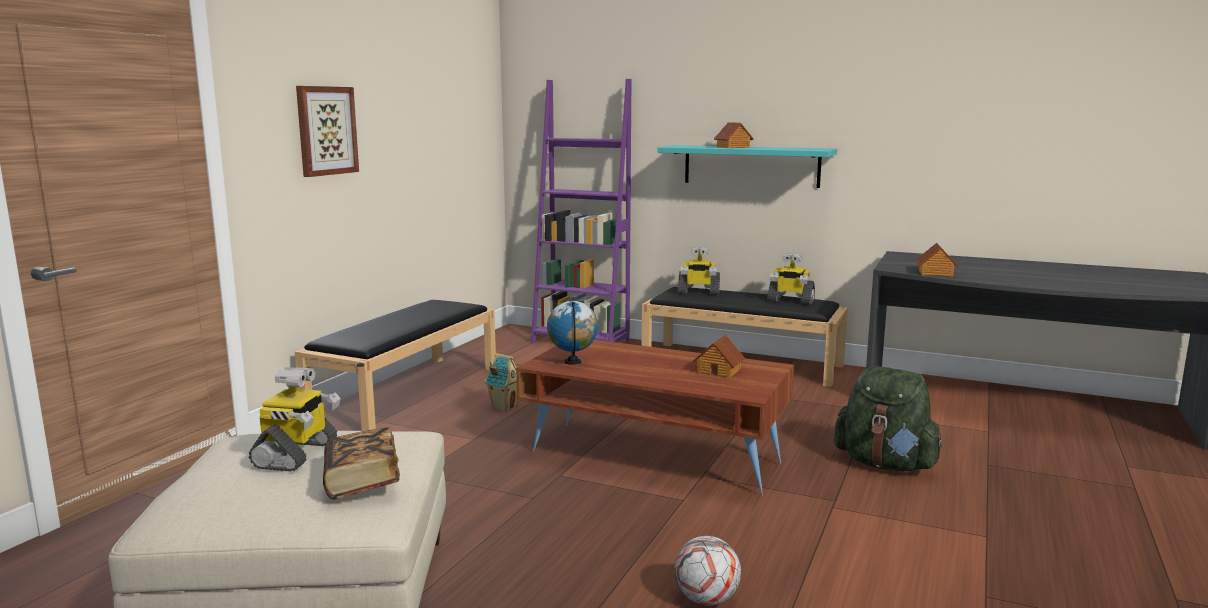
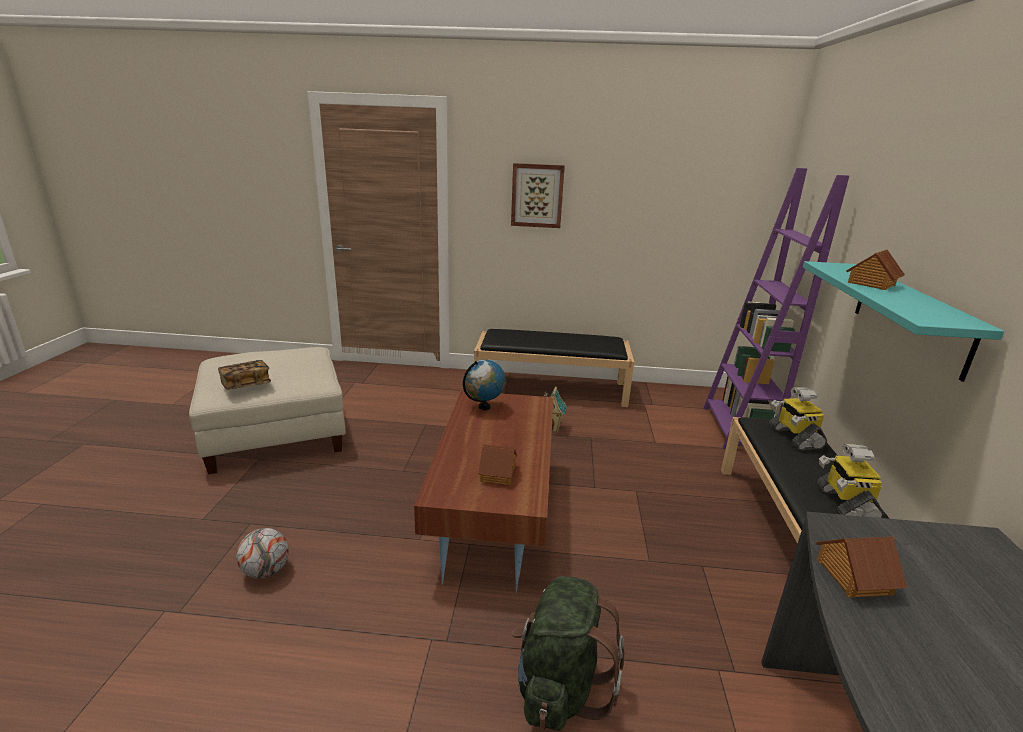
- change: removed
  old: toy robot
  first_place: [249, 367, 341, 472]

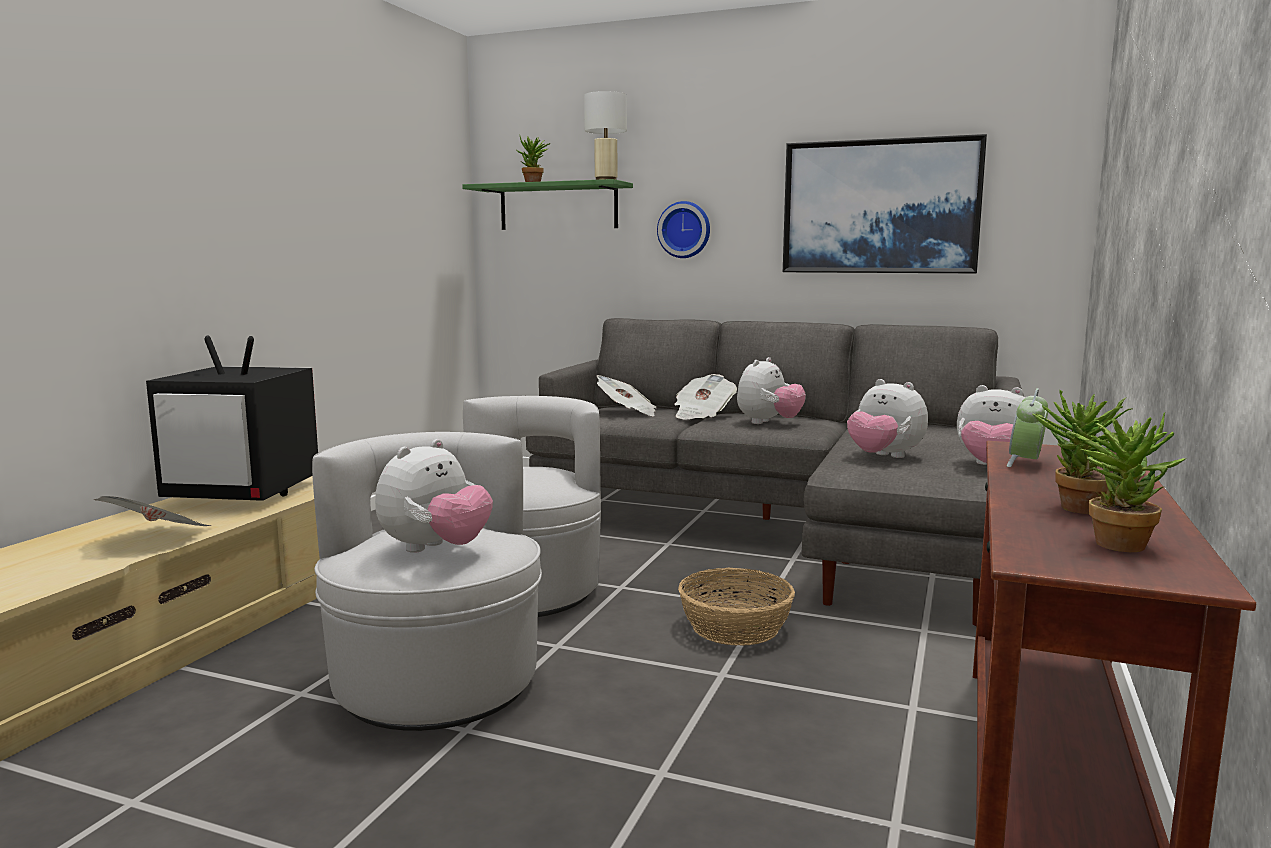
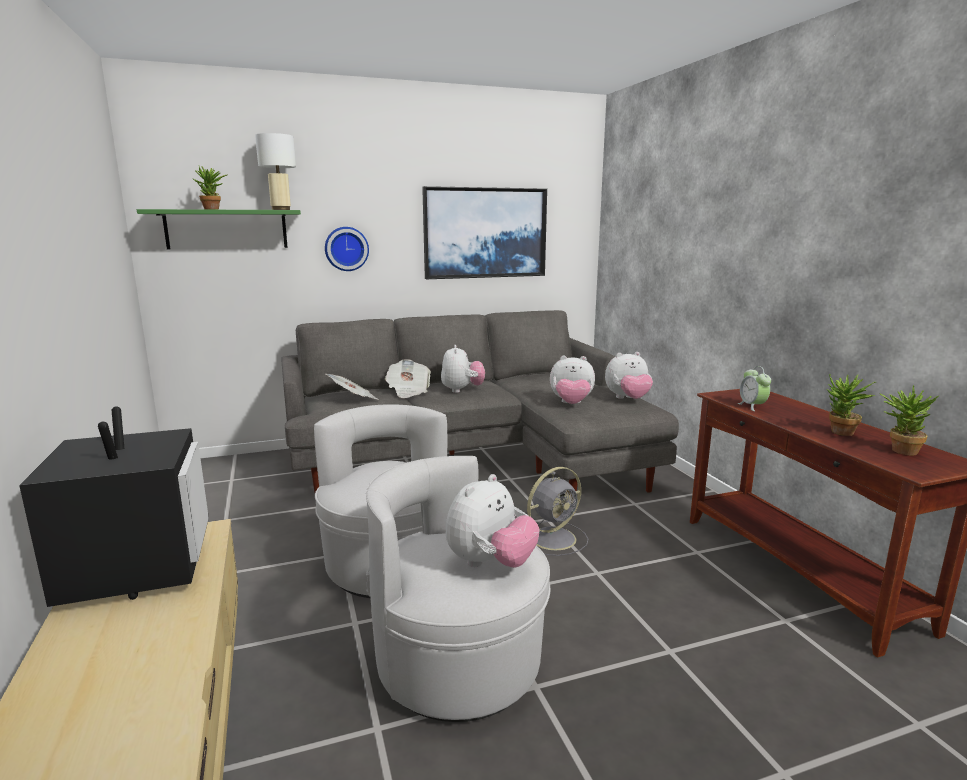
- change: turned
  old: television
  first_place: [146, 335, 318, 501]
  second_place: [19, 406, 209, 607]
  degrees: -75
- change: turned
  old: soft toy
  first_place: [375, 439, 493, 553]
  second_place: [446, 474, 540, 568]
  degrees: 45
- change: removed
  old: newspaper
  first_place: [94, 496, 211, 526]
- change: replaced
  old: storage basket
  new: greyish cooling fan
  first_place: [678, 568, 795, 646]
  second_place: [527, 467, 588, 556]

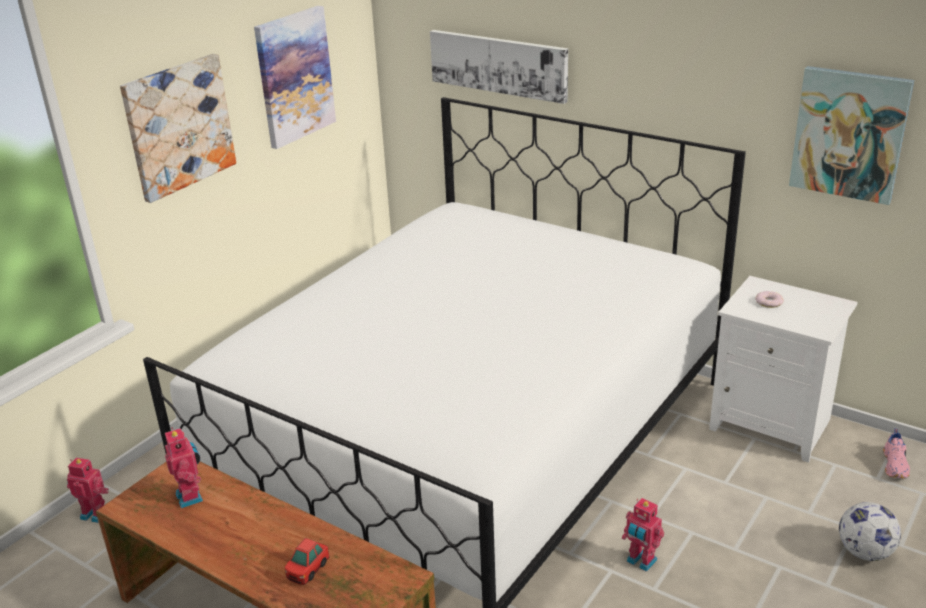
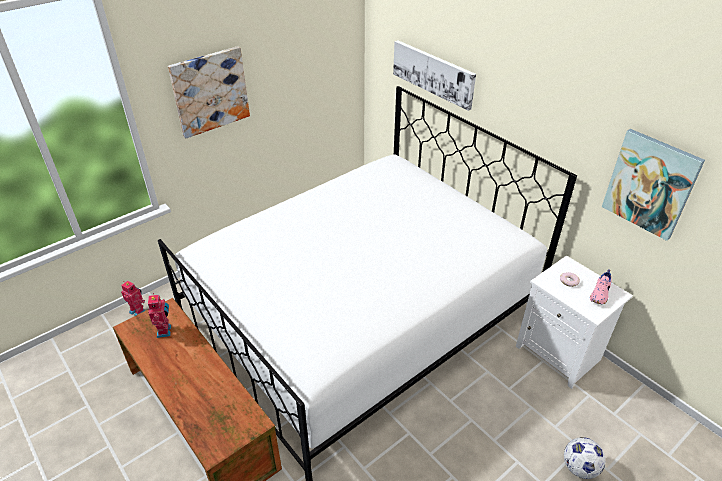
- change: removed
  old: wall art
  first_place: [254, 6, 336, 149]
- change: moved
  old: pinkish item of footwear
  first_place: [883, 428, 910, 478]
  second_place: [590, 269, 612, 304]
- change: removed
  old: toy robot
  first_place: [622, 498, 664, 572]
- change: removed
  old: model car
  first_place: [285, 538, 329, 585]

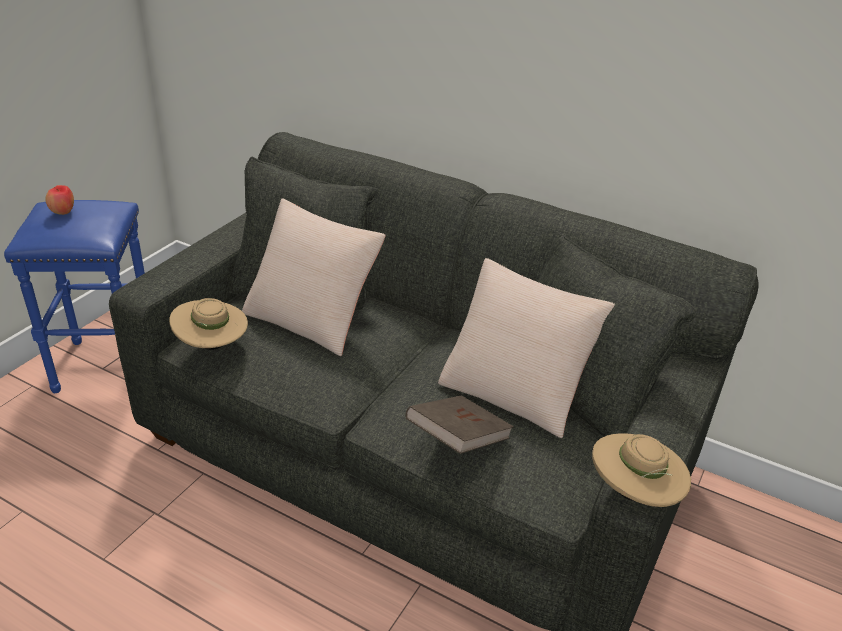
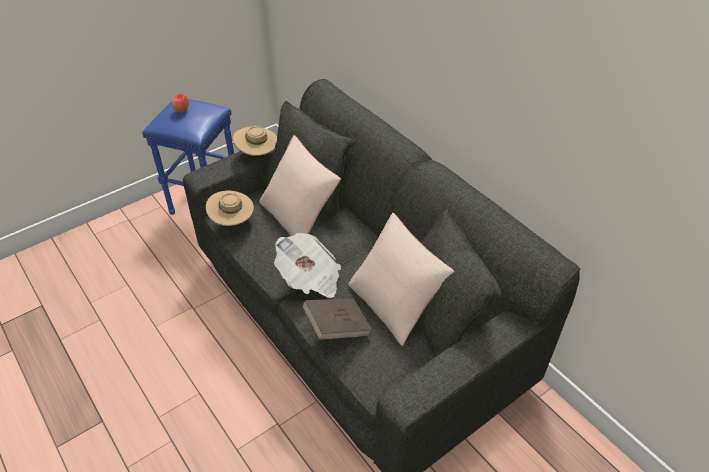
- change: moved
  old: sand-coloured wearable hat
  first_place: [592, 433, 691, 507]
  second_place: [233, 126, 277, 157]
- change: added
  new: newspaper
  second_place: [274, 233, 341, 298]

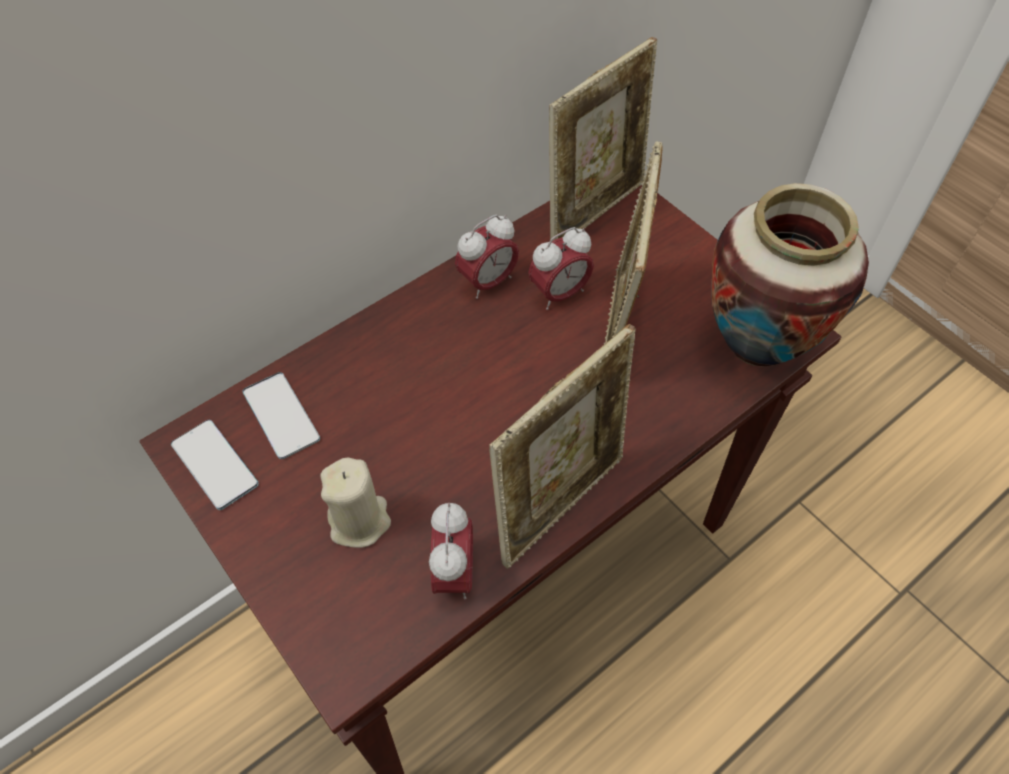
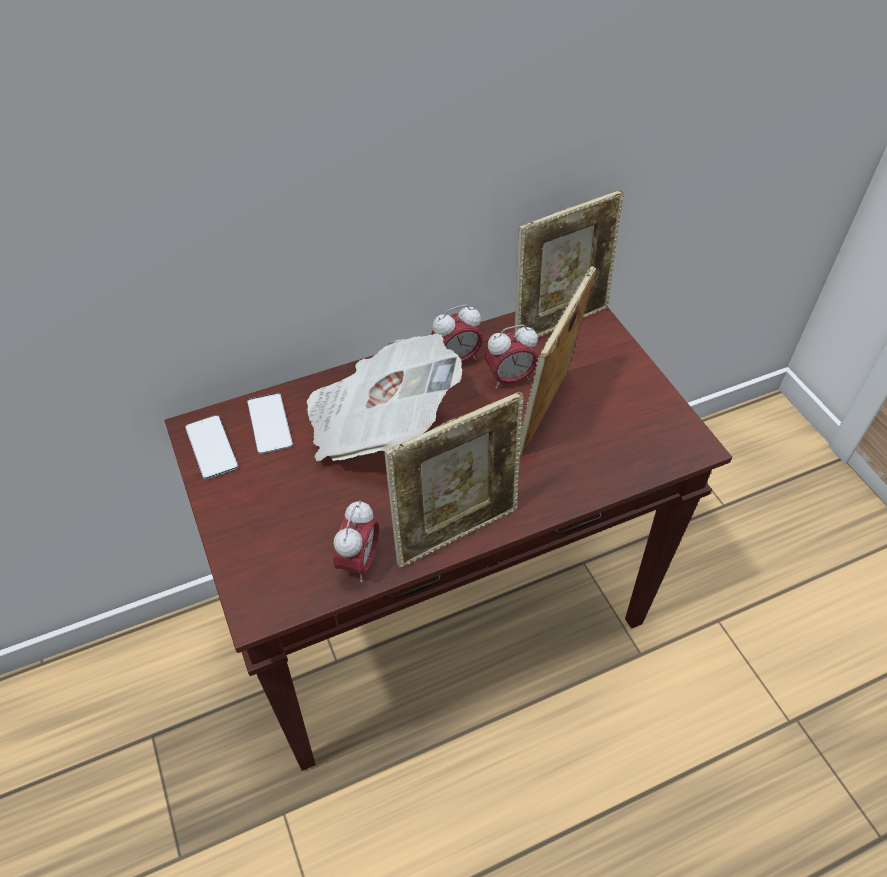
- change: removed
  old: vase
  first_place: [711, 183, 869, 367]
- change: removed
  old: sand-coloured wax candle
  first_place: [320, 457, 391, 548]
- change: added
  new: newspaper
  second_place: [307, 333, 462, 461]

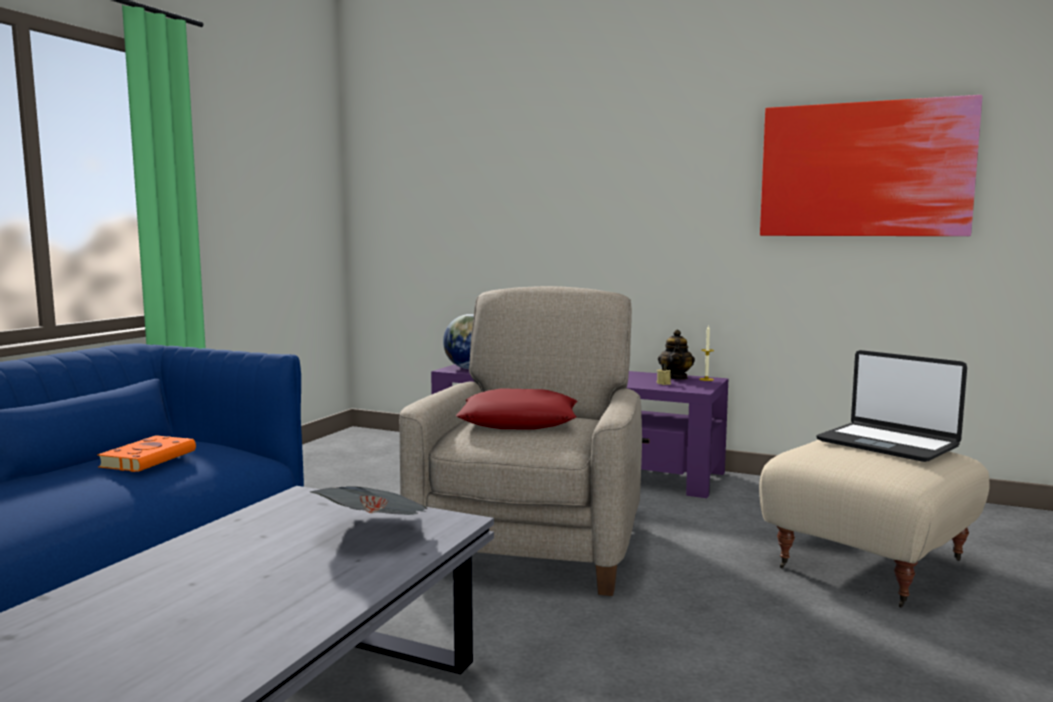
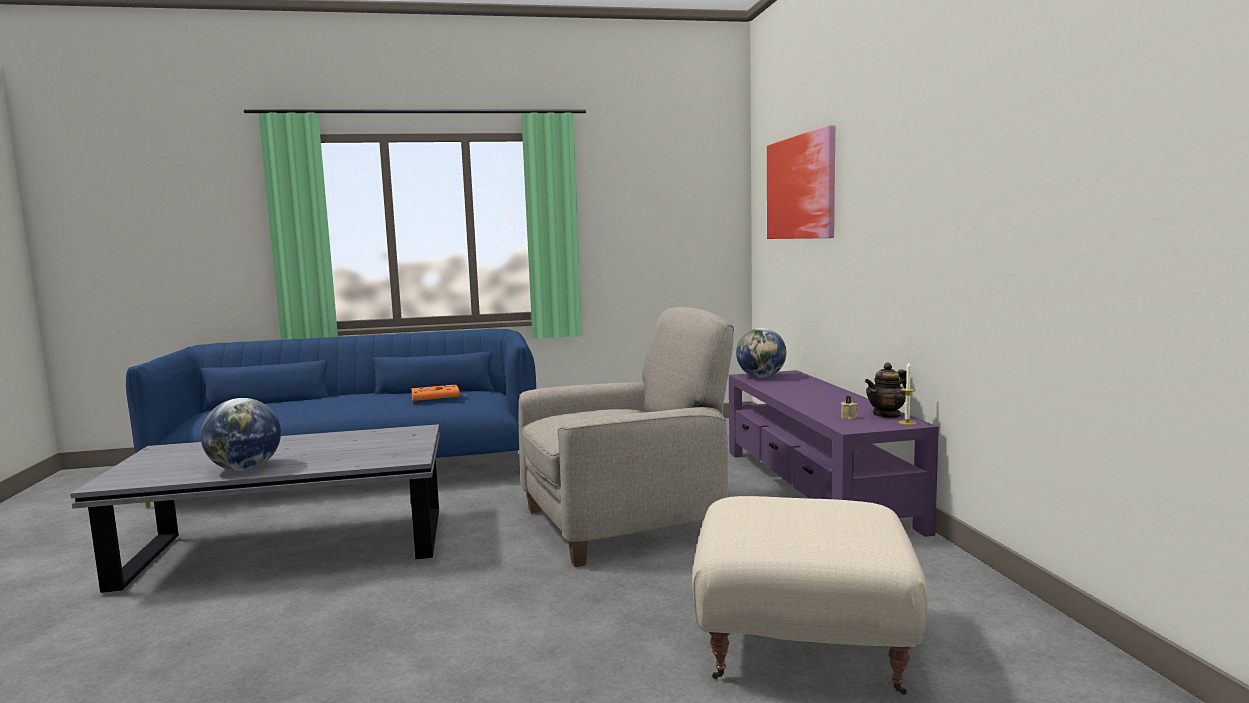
- change: moved
  old: wall art
  first_place: [760, 95, 982, 236]
  second_place: [767, 125, 836, 239]
- change: removed
  old: portable computer
  first_place: [816, 350, 967, 462]
- change: removed
  old: red-coloured pillow
  first_place: [456, 388, 577, 429]
- change: removed
  old: newspaper
  first_place: [310, 486, 428, 515]
- change: added
  new: desk globe
  second_place: [201, 398, 281, 471]

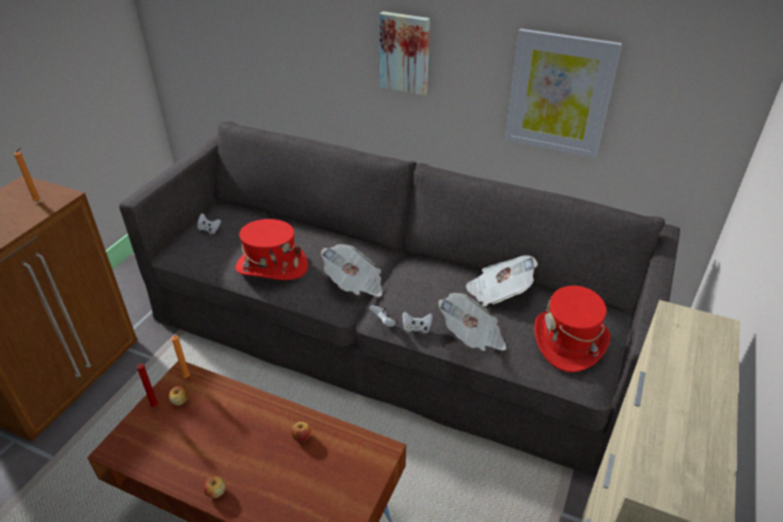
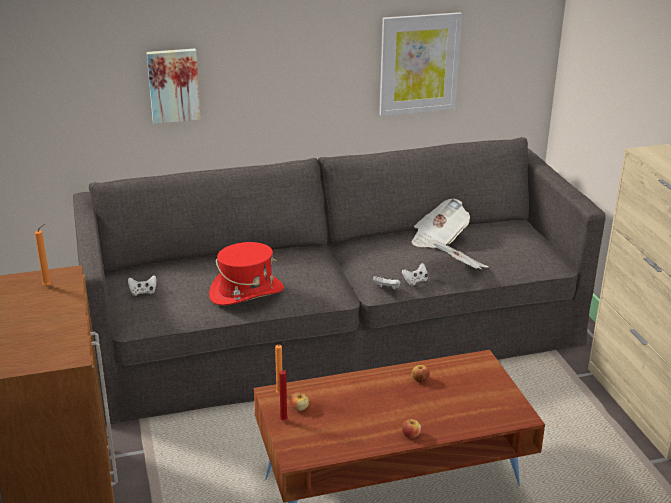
- change: moved
  old: wall art
  first_place: [379, 11, 430, 95]
  second_place: [146, 48, 201, 124]
- change: removed
  old: newspaper
  first_place: [321, 244, 382, 297]
- change: removed
  old: red-coloured wearable hat
  first_place: [534, 286, 610, 372]

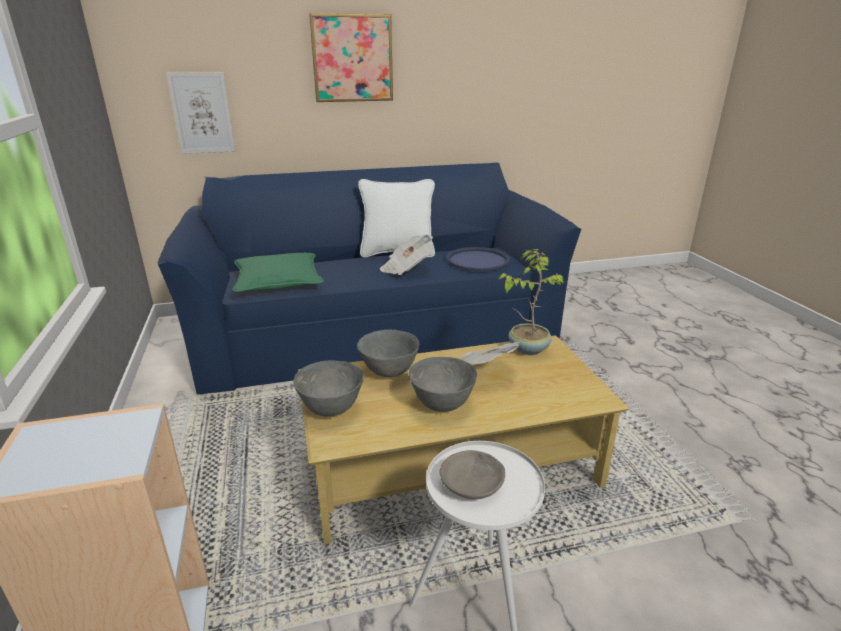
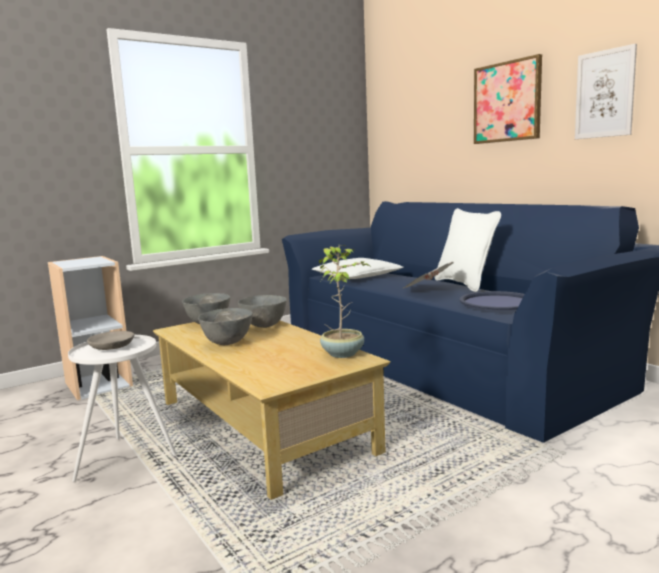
- change: moved
  old: wall art
  first_place: [166, 72, 235, 154]
  second_place: [575, 44, 637, 139]
- change: recoloured
  old: green-coloured pillow
  new: white-coloured pillow
  first_place: [233, 253, 324, 292]
  second_place: [312, 258, 403, 279]
- change: removed
  old: newspaper
  first_place: [461, 341, 523, 365]

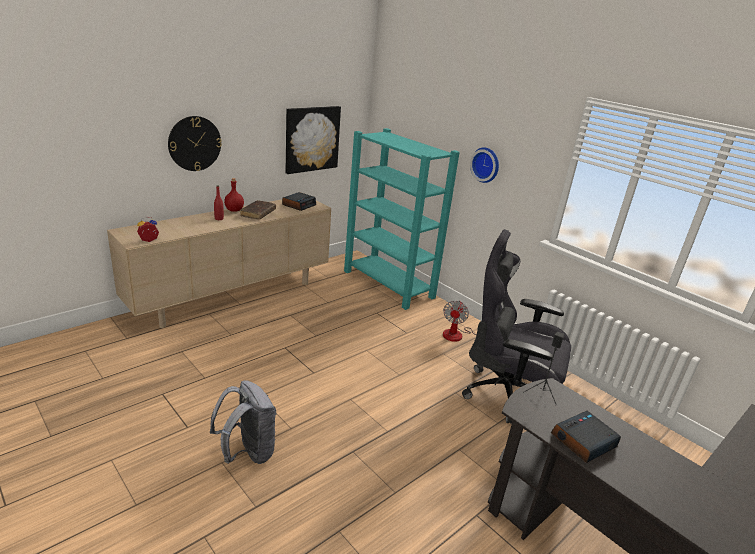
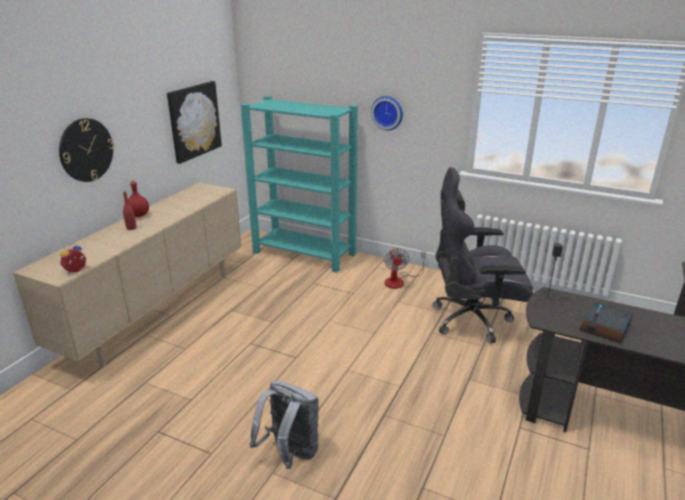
- change: removed
  old: table clock
  first_place: [282, 192, 316, 211]
- change: removed
  old: brownish volume
  first_place: [240, 200, 276, 220]

